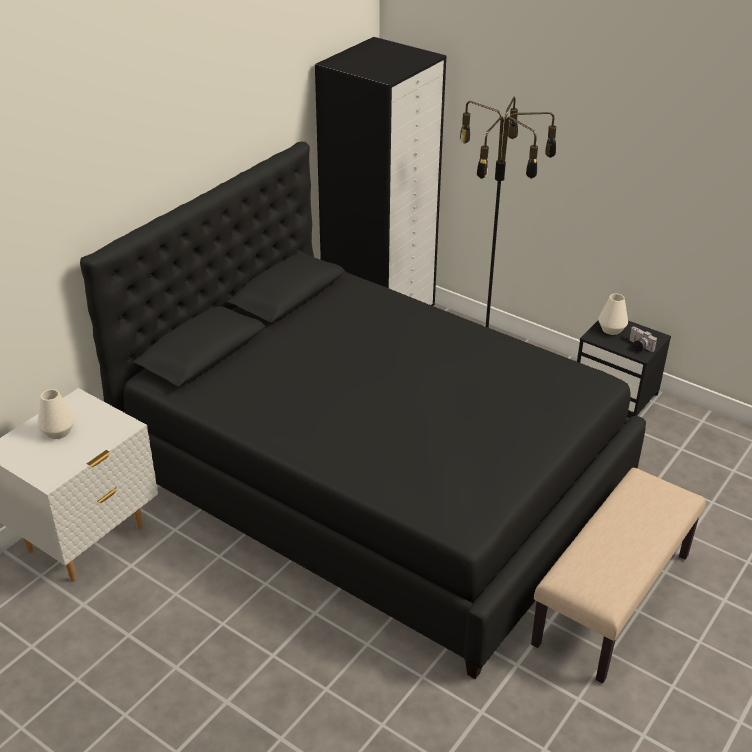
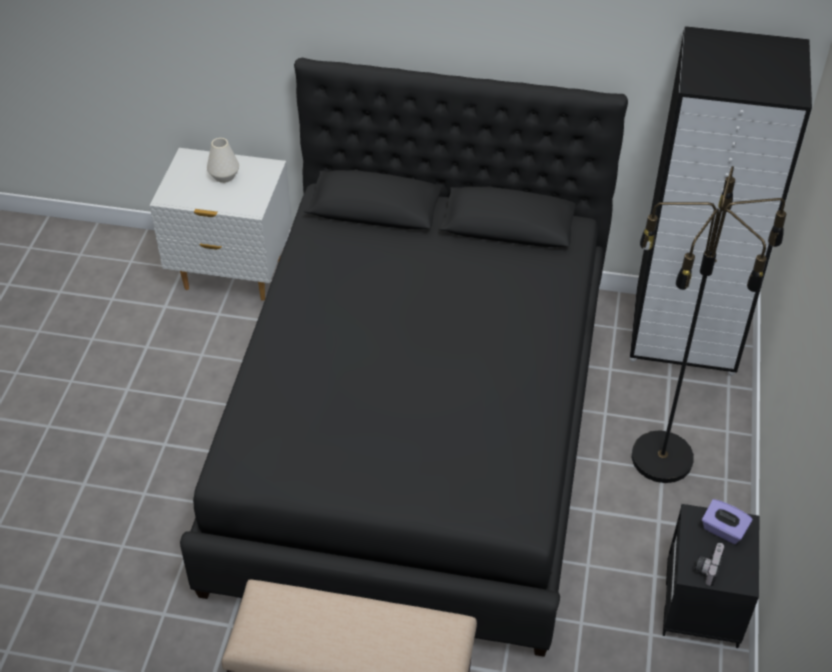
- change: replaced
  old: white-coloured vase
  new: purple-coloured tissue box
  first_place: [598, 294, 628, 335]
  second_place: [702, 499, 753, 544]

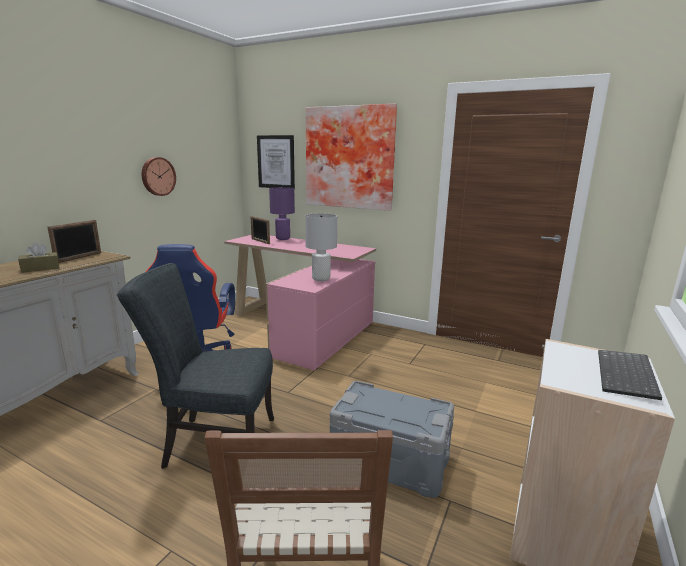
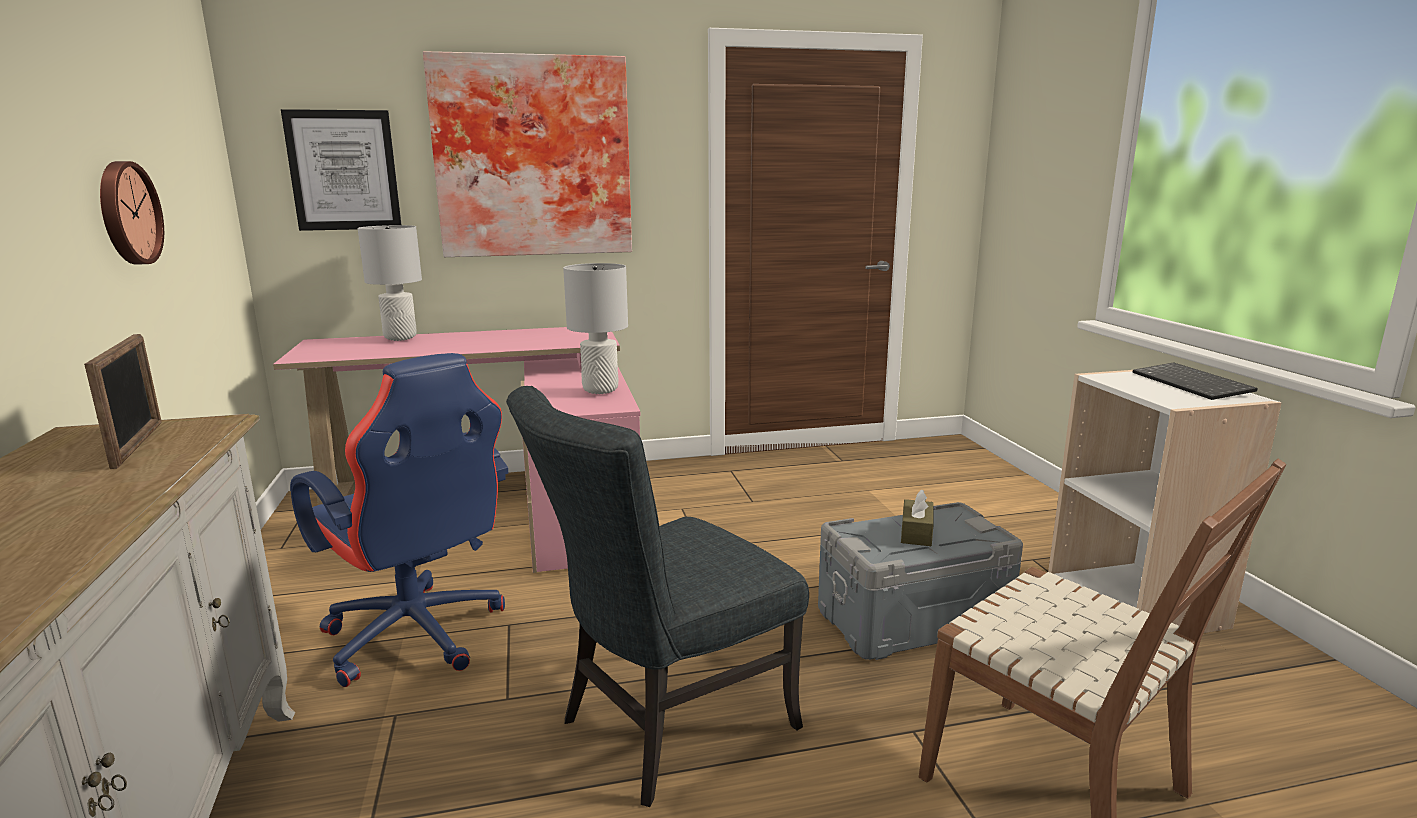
- change: recoloured
  old: purple-coloured table lamp
  new: greyish table lamp
  first_place: [269, 187, 295, 240]
  second_place: [358, 225, 422, 341]
- change: removed
  old: picture frame
  first_place: [251, 216, 270, 244]
- change: moved
  old: brownish tissue box
  first_place: [18, 243, 60, 273]
  second_place: [901, 490, 934, 546]

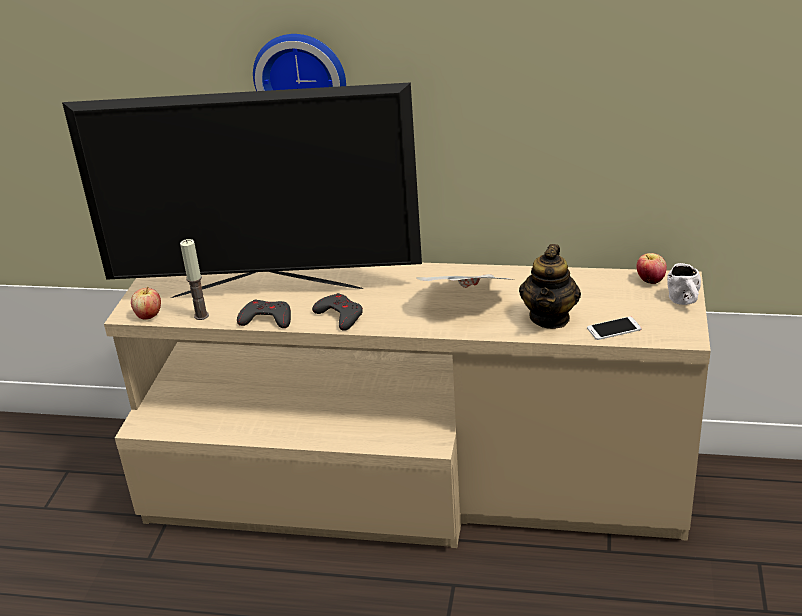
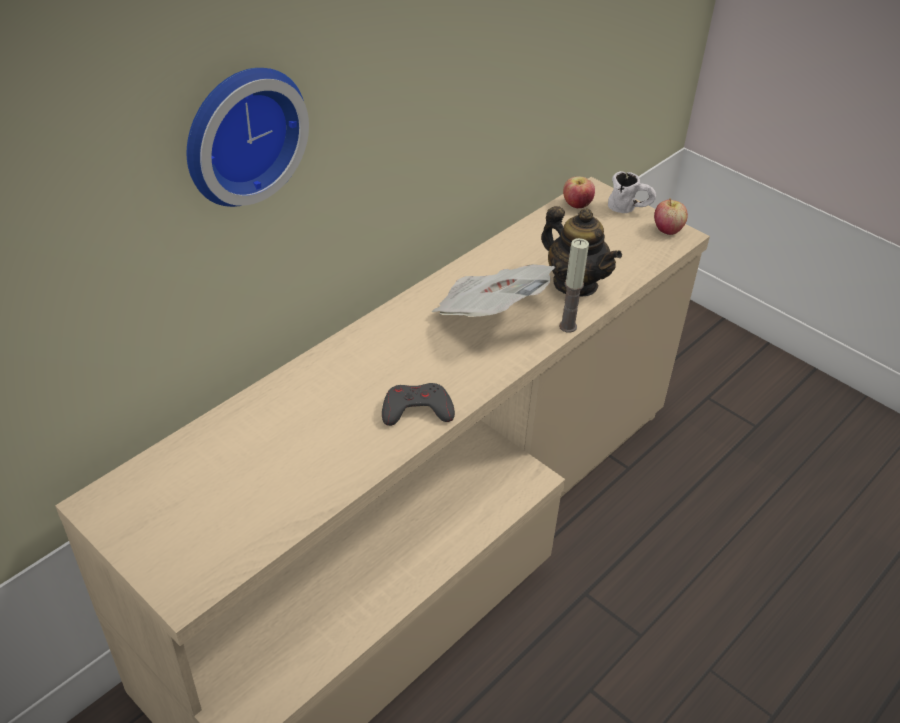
- change: removed
  old: television
  first_place: [62, 82, 422, 298]
- change: moved
  old: wax candle
  first_place: [180, 239, 209, 320]
  second_place: [559, 238, 589, 333]
- change: moved
  old: apple
  first_place: [131, 287, 161, 320]
  second_place: [654, 198, 688, 235]
- change: removed
  old: greyish gamepad
  first_place: [237, 299, 291, 328]
- change: removed
  old: handset
  first_place: [587, 316, 641, 340]

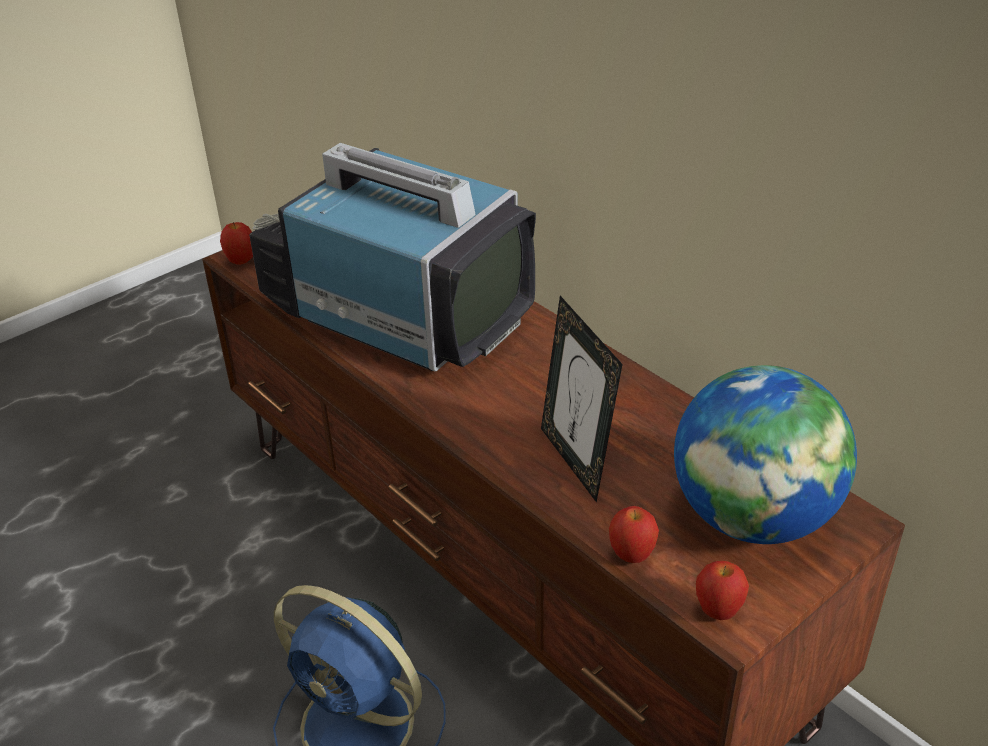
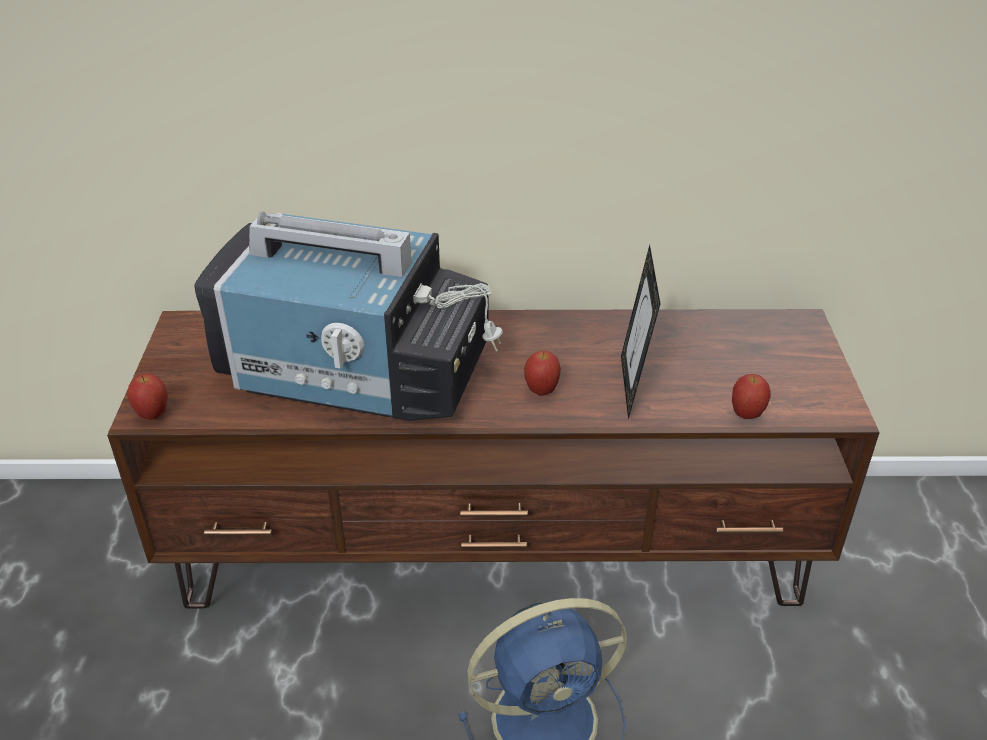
- change: turned
  old: television
  first_place: [249, 143, 536, 371]
  second_place: [194, 211, 503, 421]
  degrees: -150
- change: turned
  old: picture frame
  first_place: [541, 296, 623, 502]
  second_place: [621, 245, 660, 420]
  degrees: 75
- change: removed
  old: desk globe
  first_place: [674, 365, 857, 544]
- change: moved
  old: apple
  first_place: [696, 561, 749, 620]
  second_place: [524, 351, 561, 396]

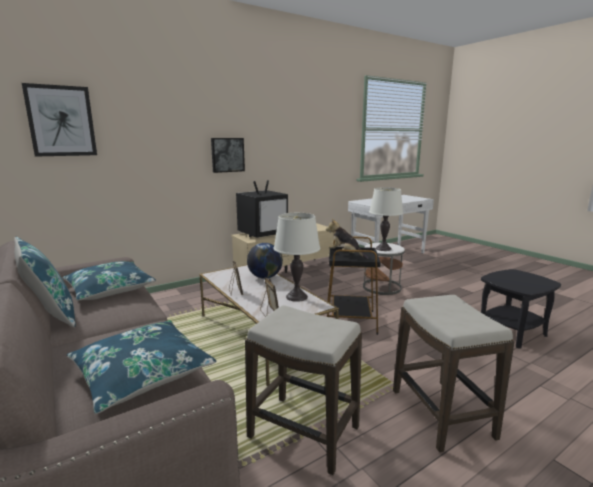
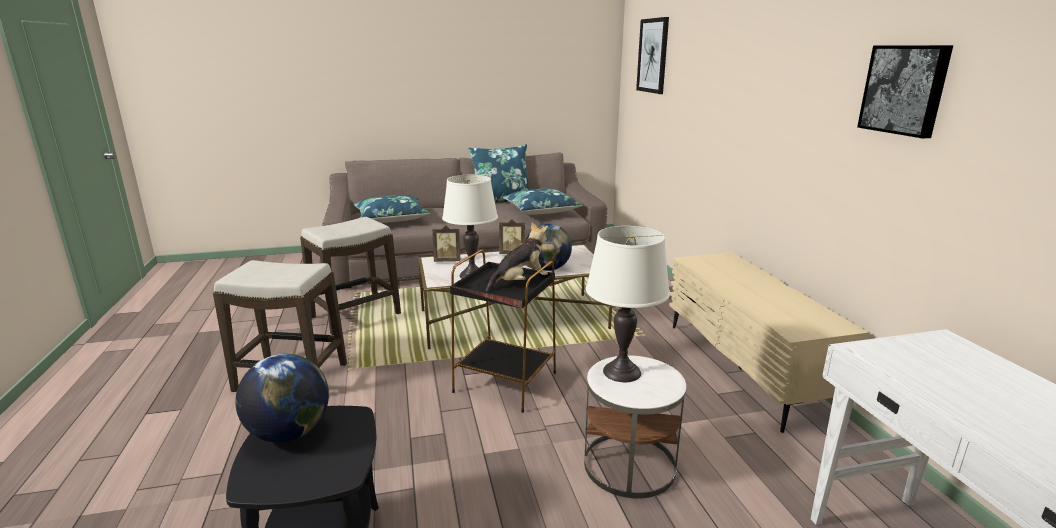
- change: moved
  old: wall art
  first_place: [211, 138, 245, 173]
  second_place: [857, 45, 953, 138]
- change: removed
  old: television
  first_place: [236, 180, 288, 238]
- change: added
  new: desk globe
  second_place: [235, 354, 329, 442]

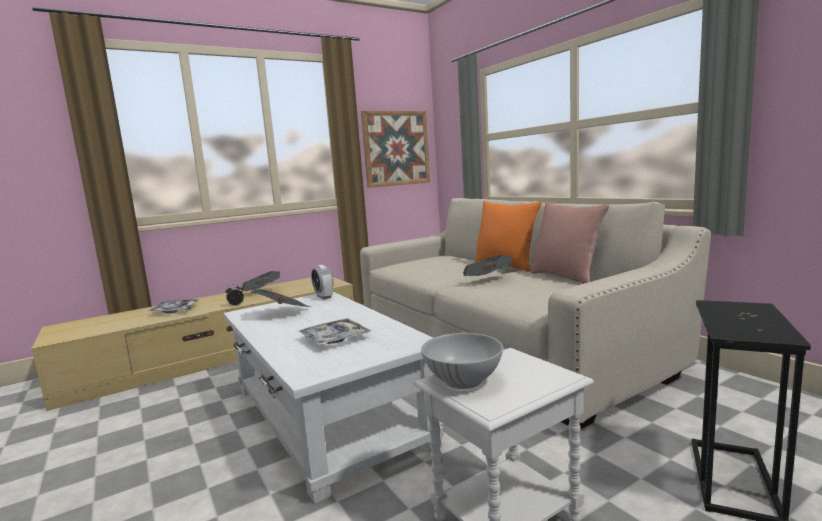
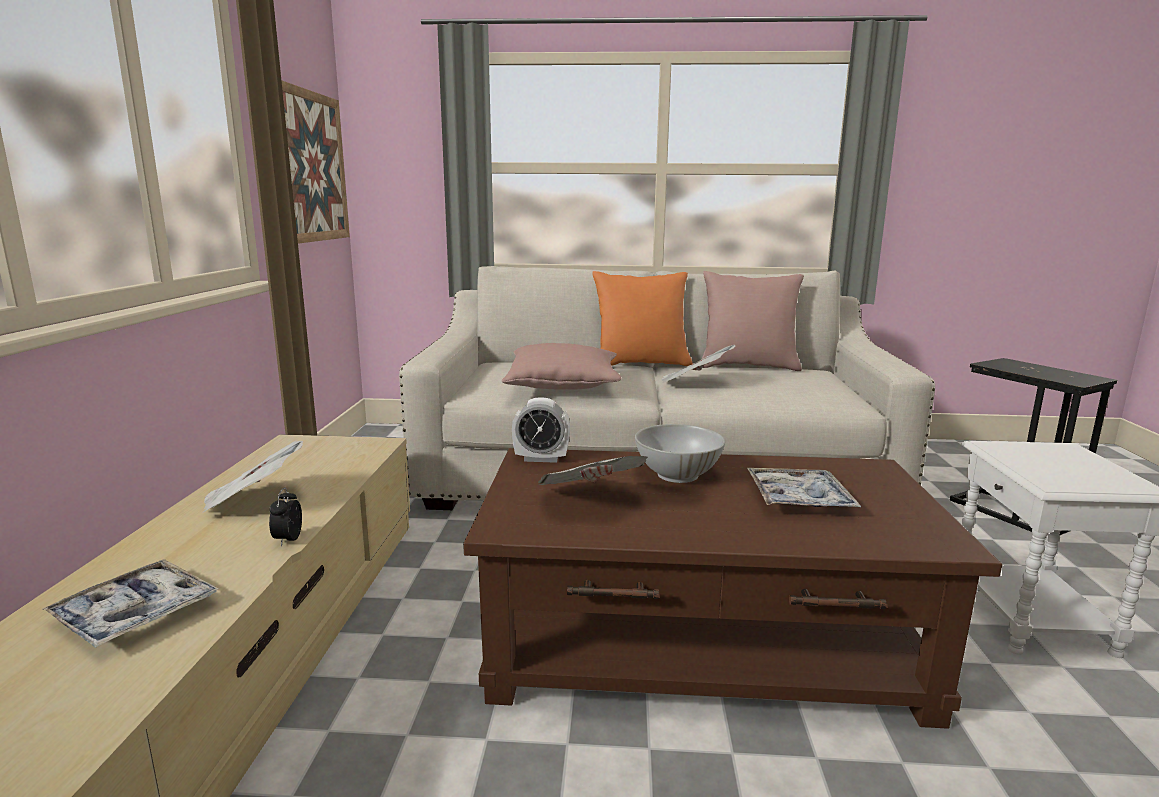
- change: recoloured
  old: white-coloured coffee table
  new: brownish coffee table
  first_place: [223, 292, 443, 504]
  second_place: [463, 448, 1002, 729]
- change: moved
  old: white-coloured deep dish
  first_place: [421, 333, 503, 389]
  second_place: [635, 424, 725, 483]
- change: added
  new: pinkish pillow
  second_place: [502, 343, 622, 390]

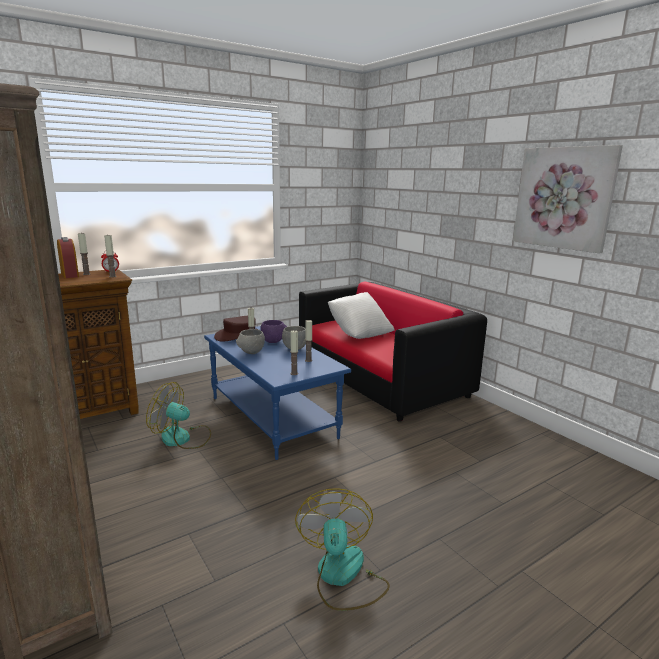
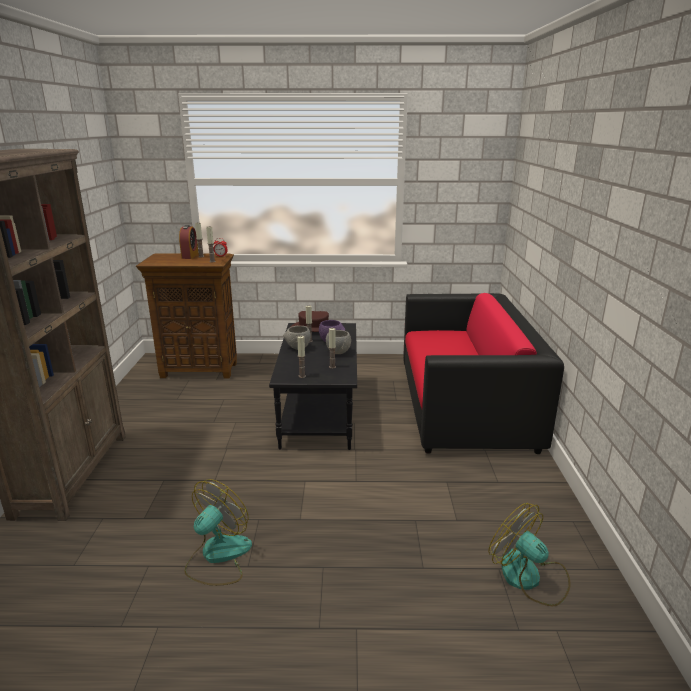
- change: removed
  old: wall art
  first_place: [513, 145, 623, 253]
- change: removed
  old: white-coloured pillow
  first_place: [328, 292, 394, 339]
- change: recoloured
  old: blue-coloured coffee table
  new: black-coloured coffee table
  first_place: [204, 326, 351, 460]
  second_place: [269, 323, 357, 450]
- change: moved
  old: cooling fan
  first_place: [146, 382, 211, 449]
  second_place: [488, 503, 570, 606]

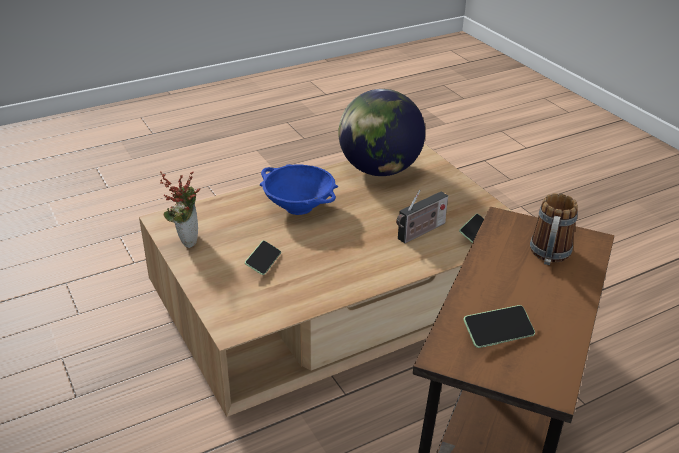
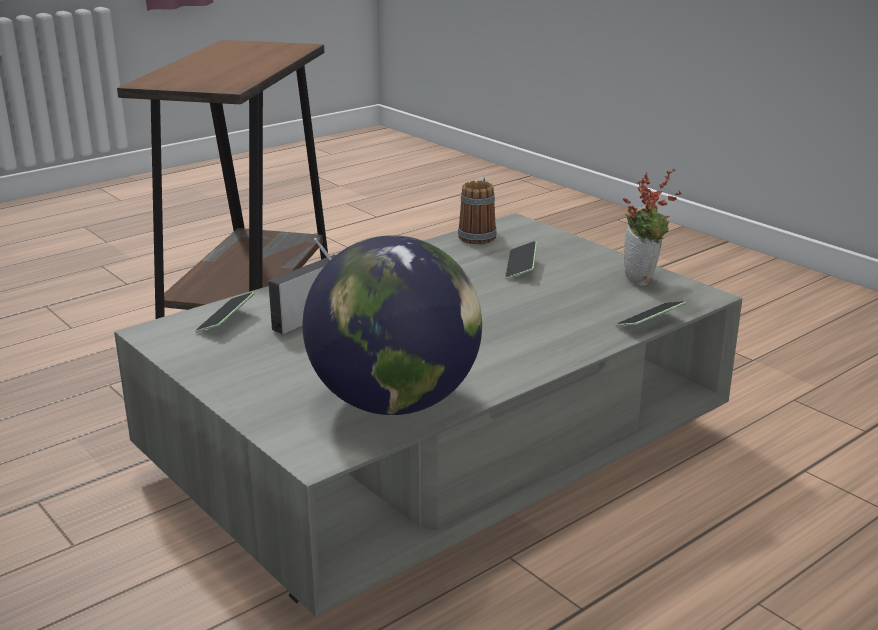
- change: recoloured
  old: brownish coffee table
  new: greyish coffee table
  first_place: [139, 143, 513, 417]
  second_place: [114, 213, 743, 617]
- change: removed
  old: blue-coloured deep dish
  first_place: [260, 164, 338, 215]
- change: moved
  old: mug
  first_place: [530, 193, 578, 265]
  second_place: [458, 177, 497, 244]
- change: moved
  old: handset
  first_place: [464, 305, 535, 348]
  second_place: [616, 301, 686, 326]

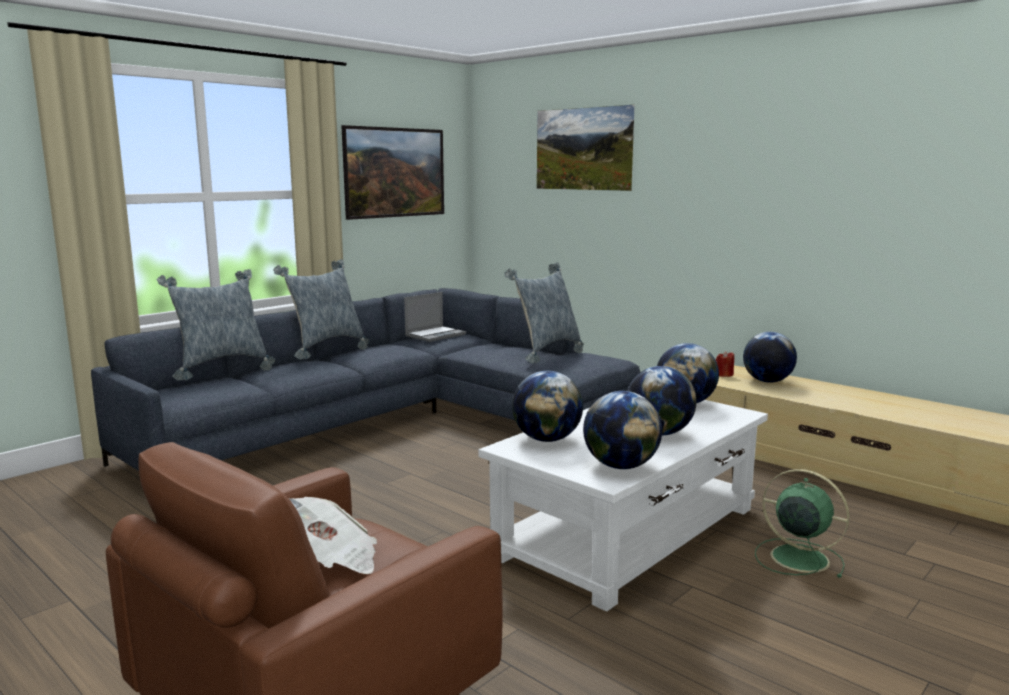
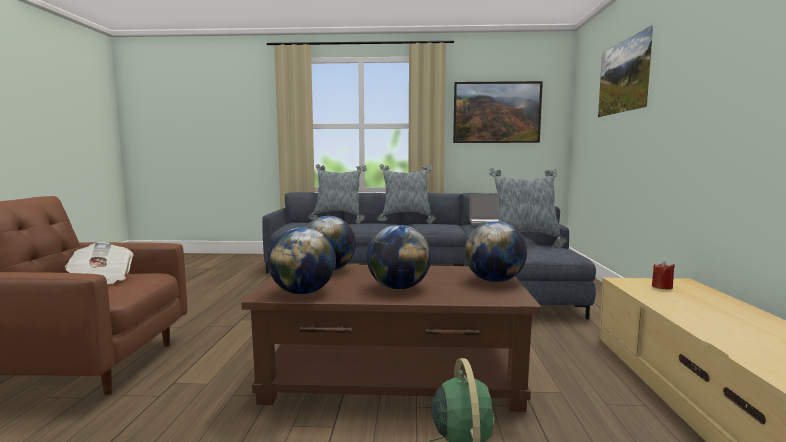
- change: removed
  old: desk globe
  first_place: [743, 332, 797, 383]
- change: recoloured
  old: white-coloured coffee table
  new: brownish coffee table
  first_place: [478, 400, 768, 612]
  second_place: [241, 265, 541, 412]

